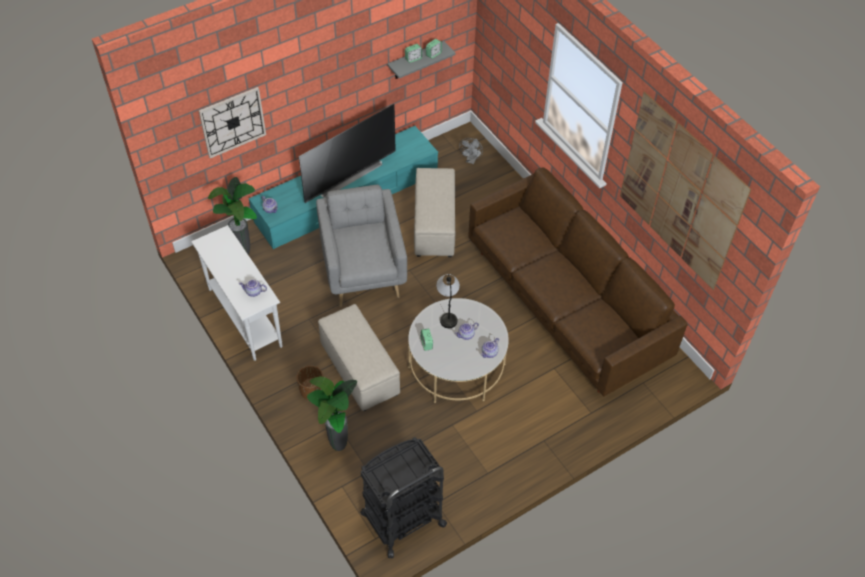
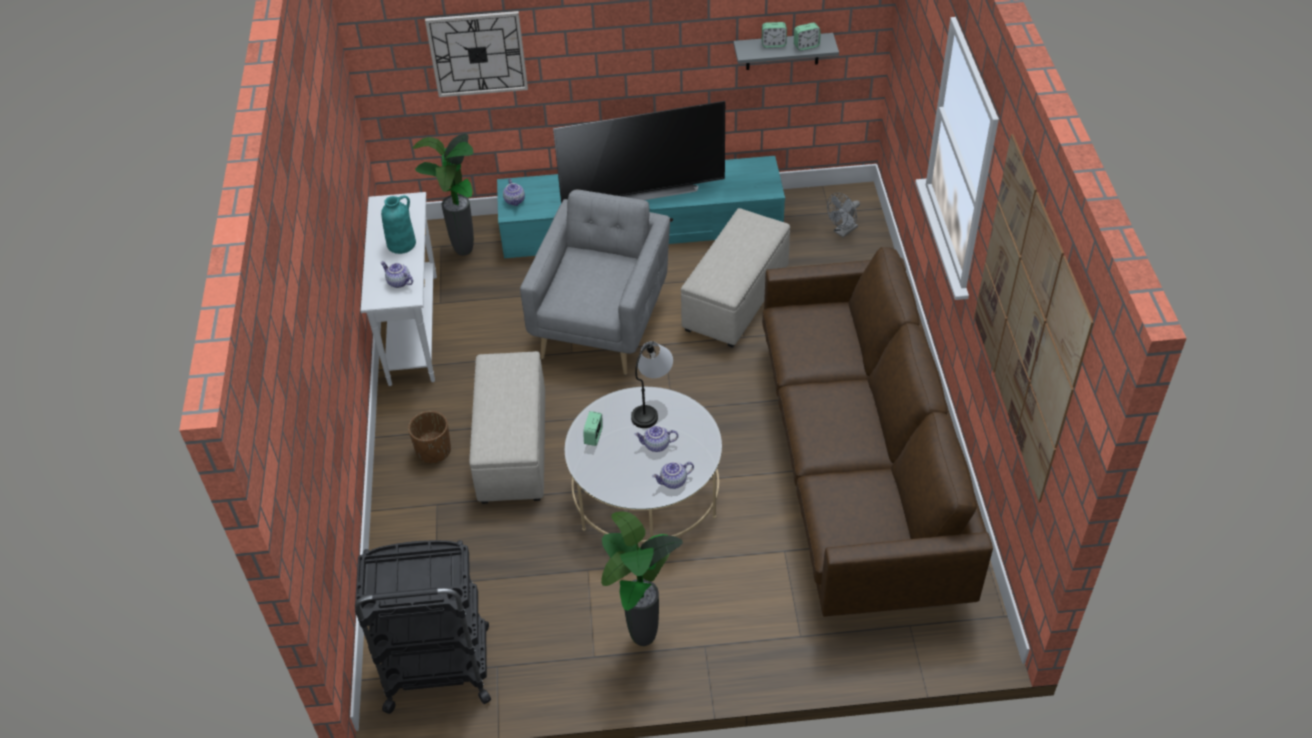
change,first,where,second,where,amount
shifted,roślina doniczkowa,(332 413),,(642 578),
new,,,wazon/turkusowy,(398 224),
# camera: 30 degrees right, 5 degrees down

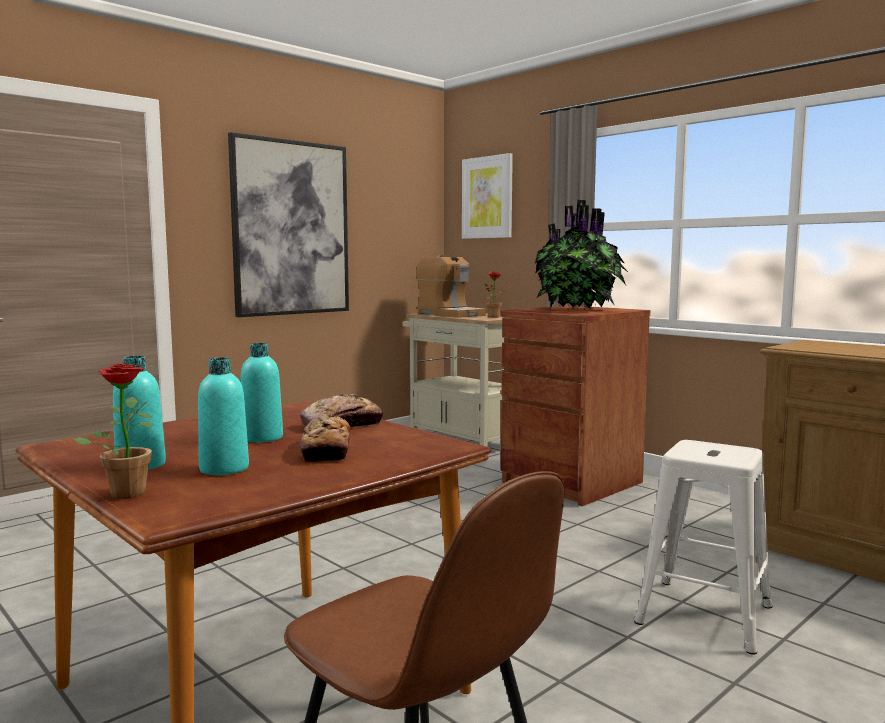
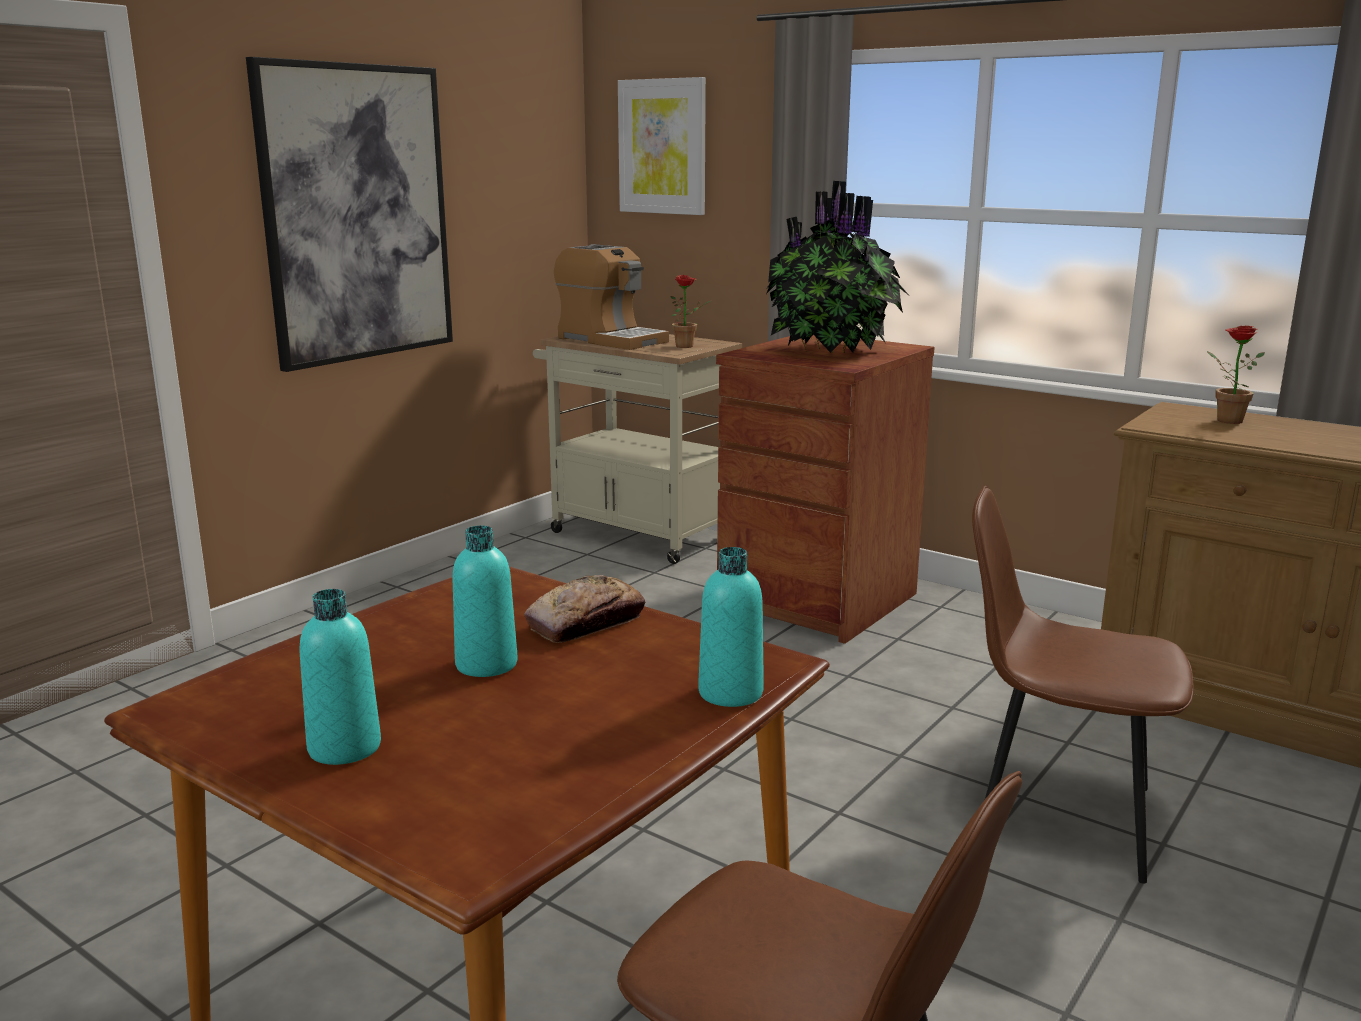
change,first,where,second,where,amount
shifted,roślina doniczkowa,(113 431),,(1236 375),
shifted,butelka/turkusowy,(223 416),,(731 627),
gone,chleb,(325 438),,,
swapped,stołek/biały,(703 547),krzesło/brązowy,(1083 684),
# camera: 10 degrees left, 10 degrees up

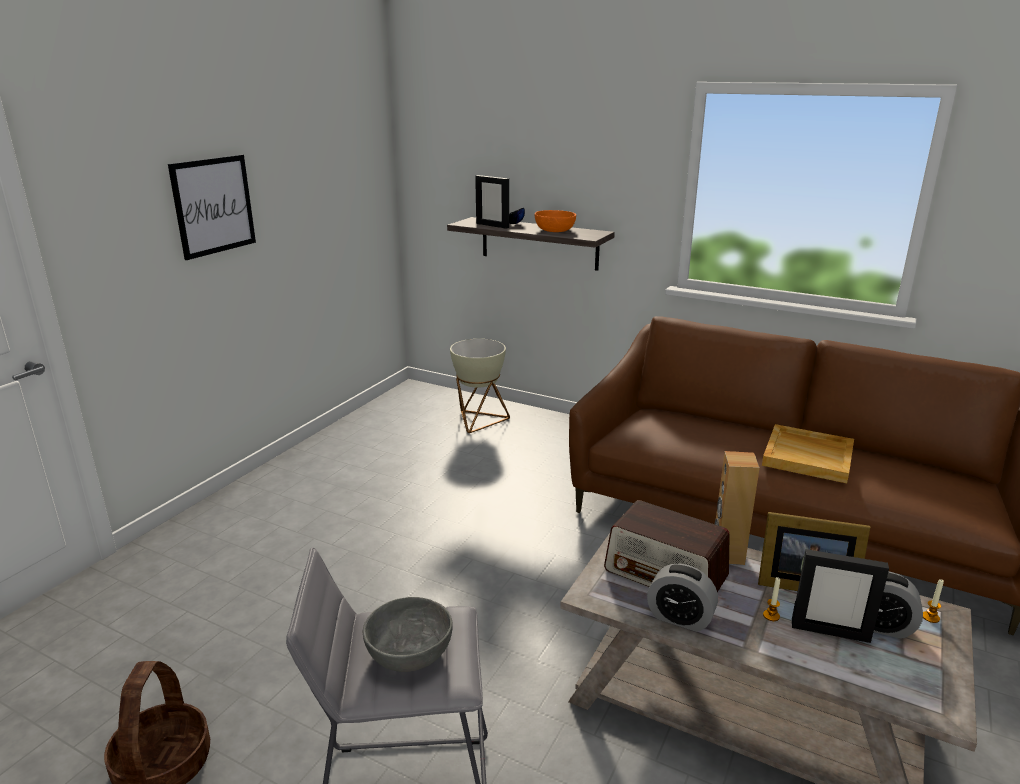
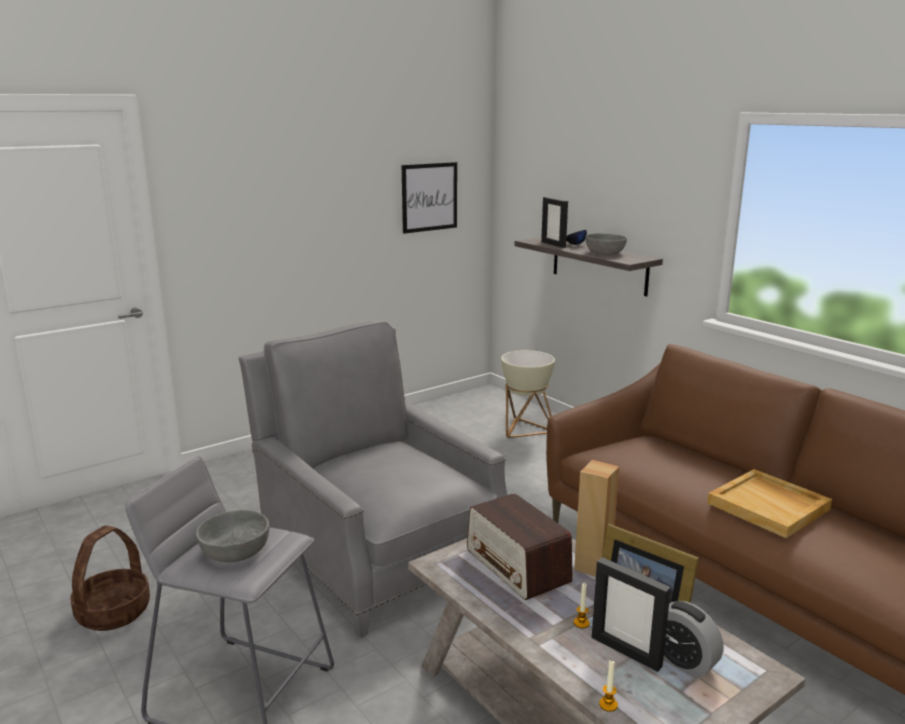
change,first,where,second,where,amount
shifted,obraz,(212 207),,(429 198),
repainted,miska/pomarańczowy,(555 221),miska/szary,(606 244),
gone,budzik,(682 598),,,
shifted,świeca,(933 601),,(608 686),
new,,,fotel/szary,(373 479),
# camera: 25 degrees right, 5 degrees down

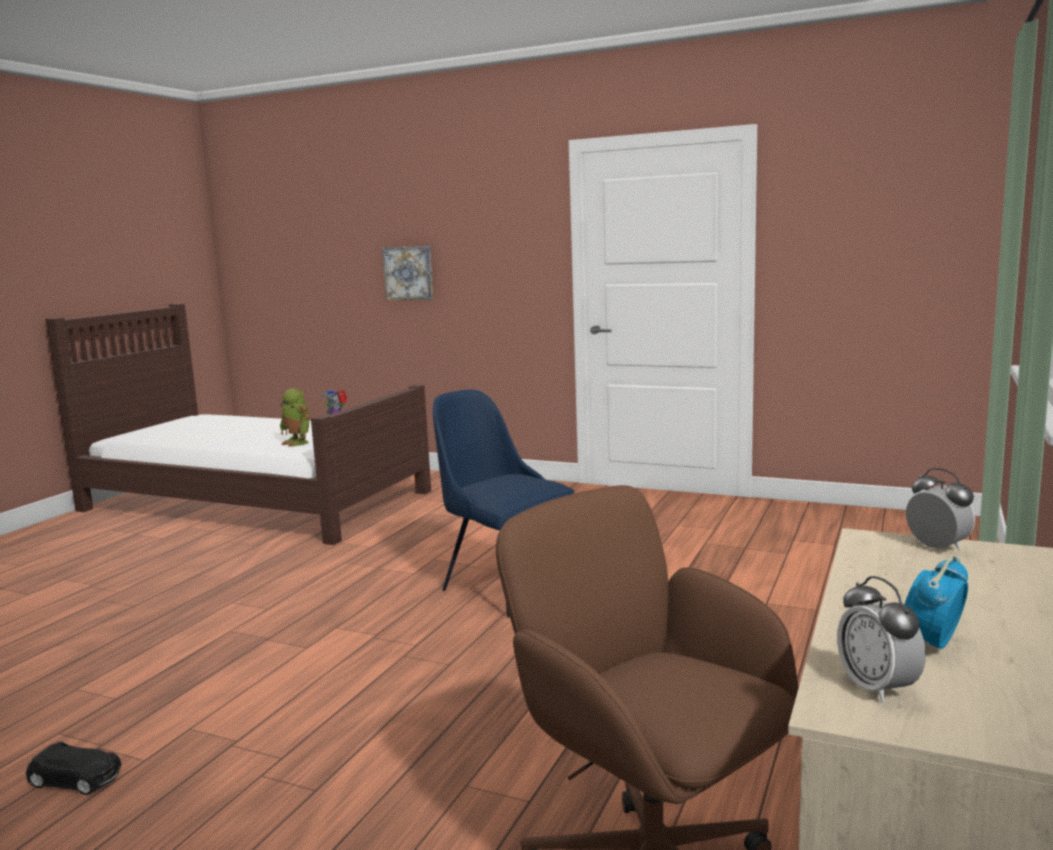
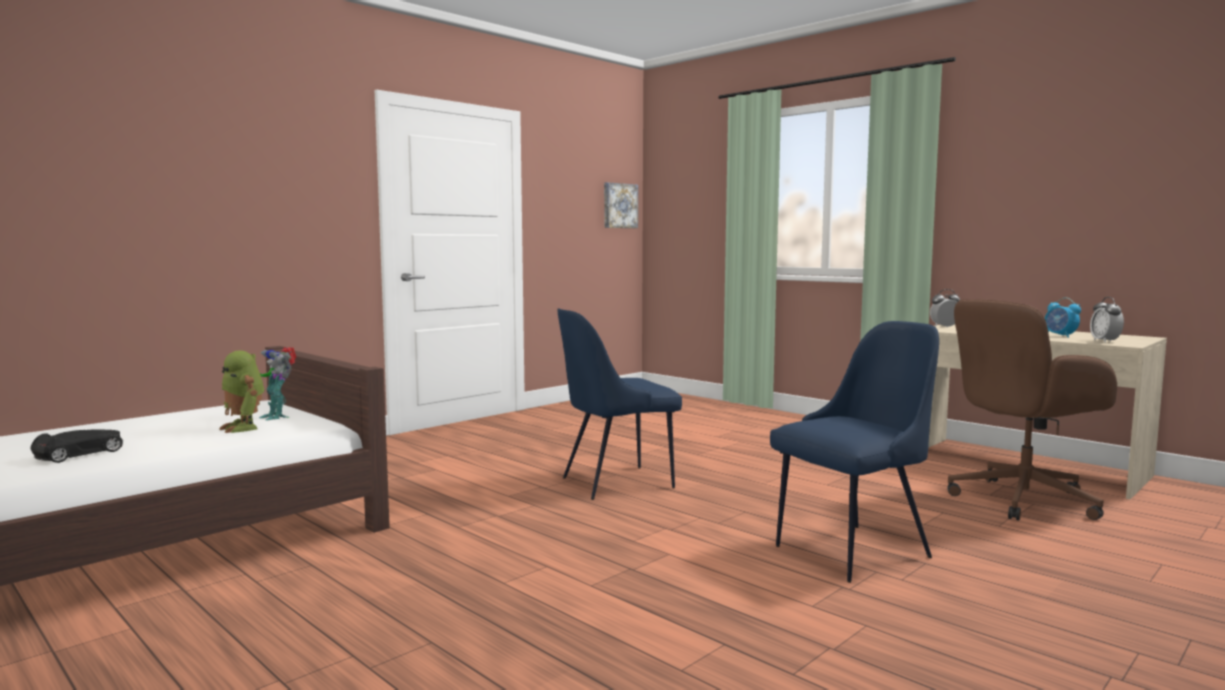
change,first,where,second,where,amount
shifted,samochodzik/czarny,(73 768),,(76 446),
rotated,robot zabawkowy,(295 418),,(241 391),75 degrees clockwise
shifted,obraz,(407 273),,(621 205),
rotated,budzik,(881 639),,(1107 320),90 degrees clockwise
new,,,krzesło/niebieski,(854 452),
# camera: 70 degrees left, 5 degrees down

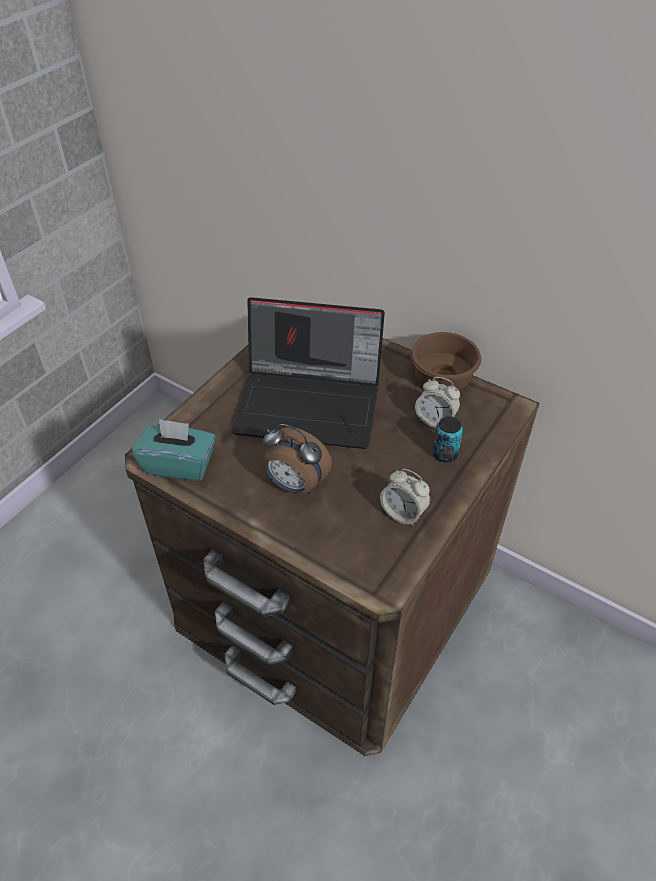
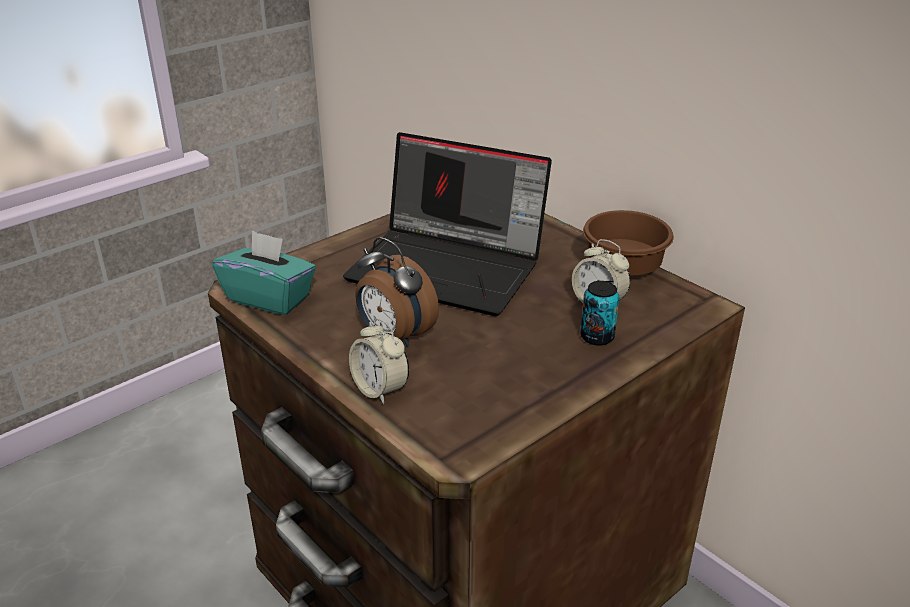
change,first,where,second,where,amount
shifted,budzik,(405 497),,(379 361),
# camera: 15 degrees right, 15 degrees down

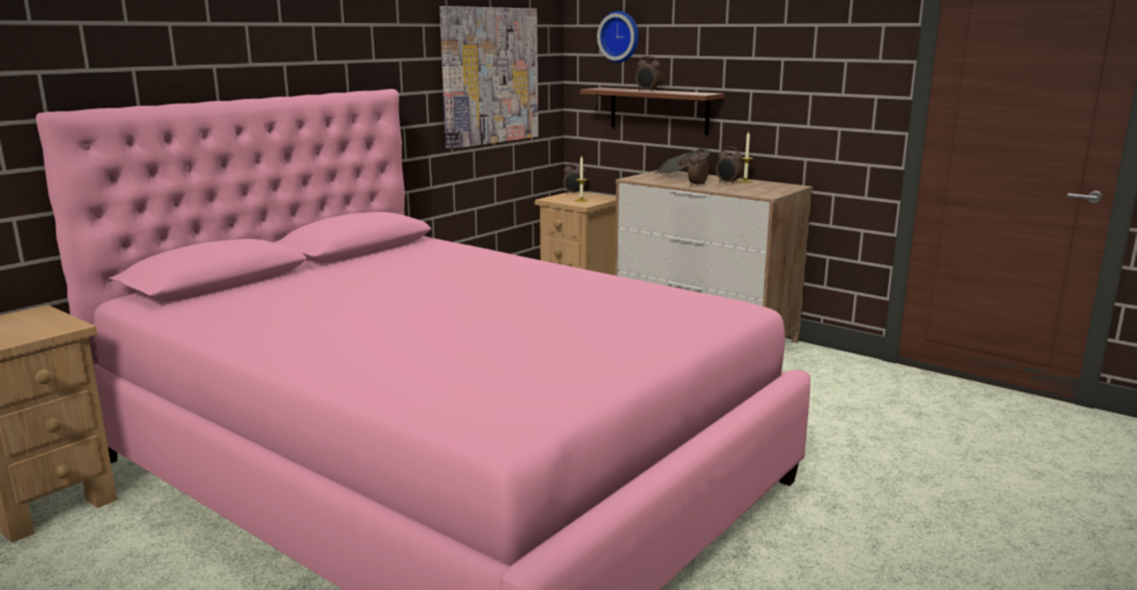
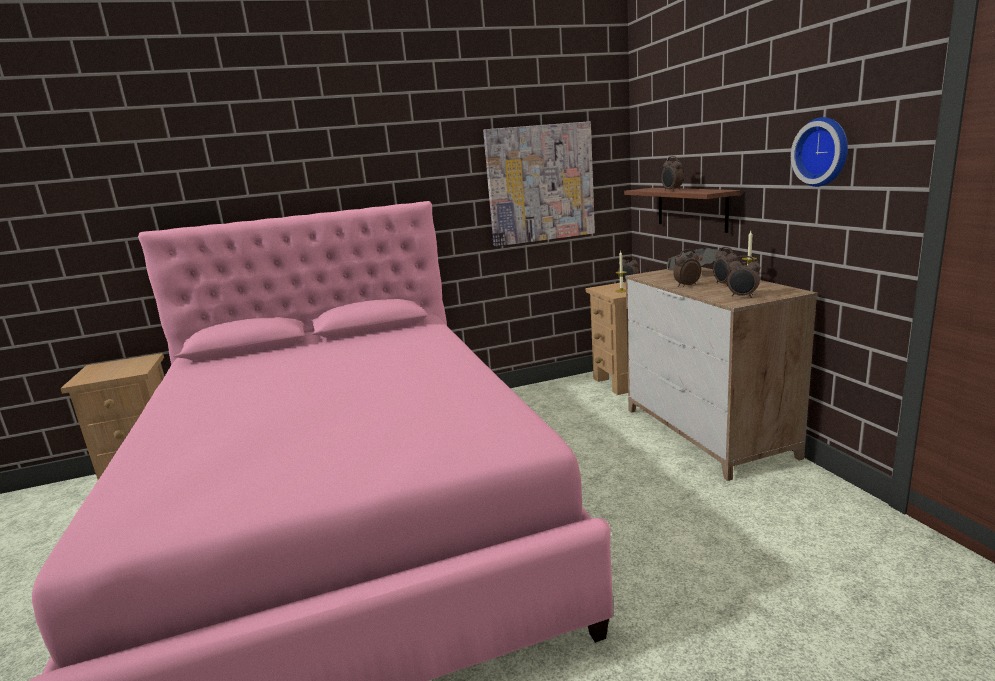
change,first,where,second,where,amount
shifted,zegar ścienny,(618 37),,(819 152),
new,,,budzik,(744 277),
# camera: 35 degrees right, 0 degrees up

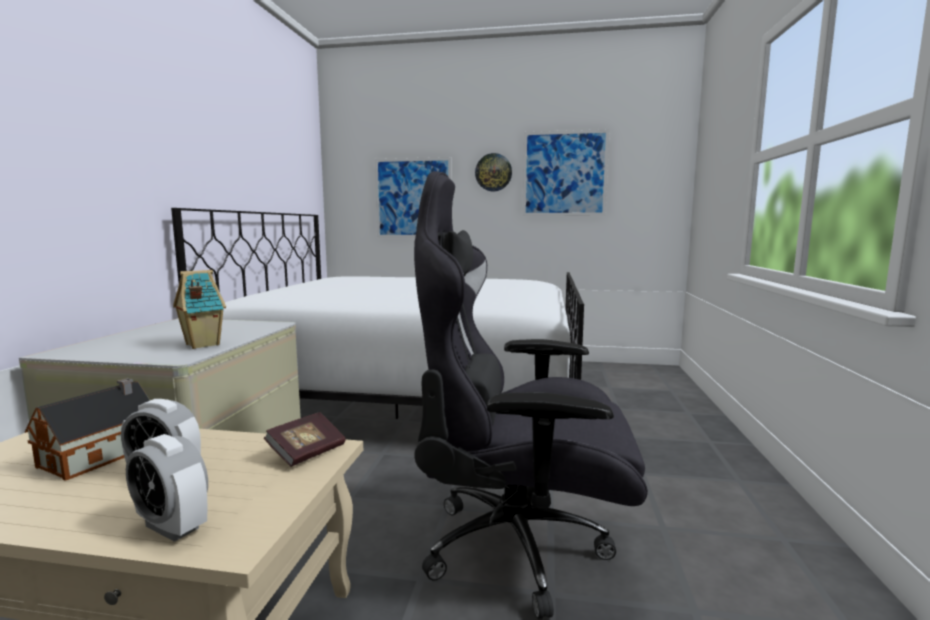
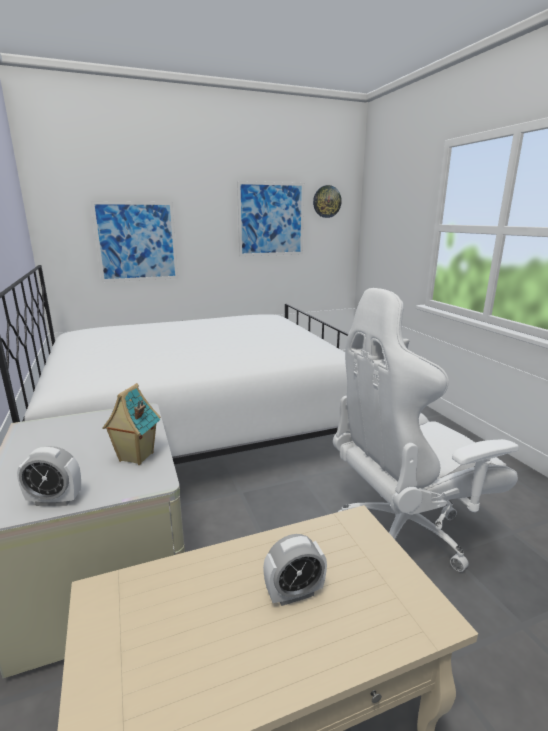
change,first,where,second,where,amount
gone,domek,(87 429),,,
shifted,budzik,(167 488),,(49 476),
gone,książka,(305 439),,,
repainted,krzesło biurowe/czarny,(531 395),krzesło biurowe/biały,(426 430),
shifted,zegar ścienny,(493 172),,(327 201),
# camera: 30 degrees left, 10 degrees up

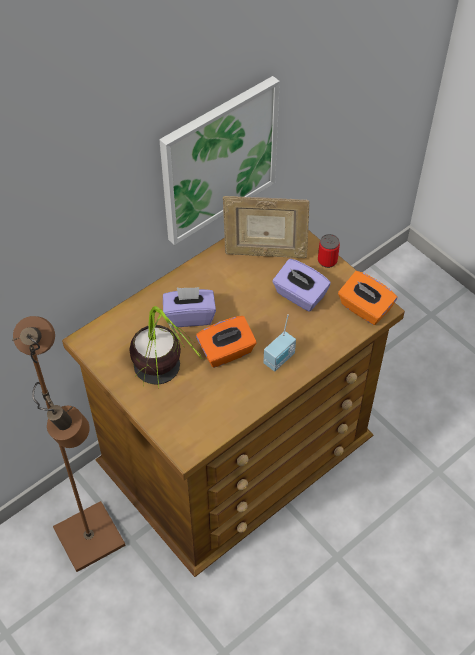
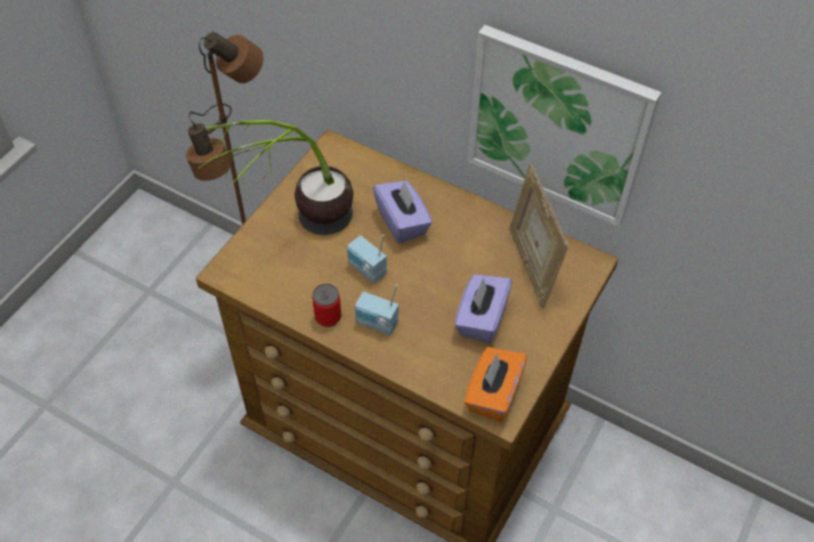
change,first,where,second,where,amount
swapped,pudełko chusteczek/pomarańczowy,(226 342),radio,(367 259),
shifted,puszka,(329 251),,(326 305),
# camera: 70 degrees right, 0 degrees up

